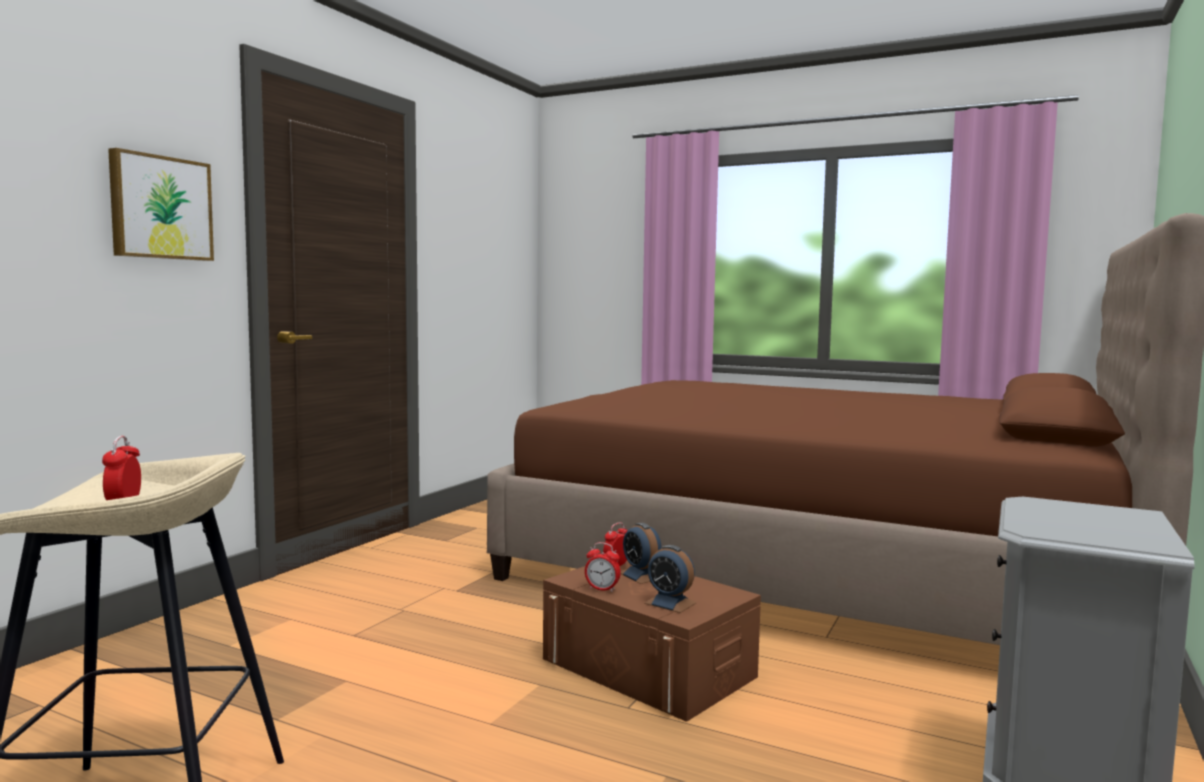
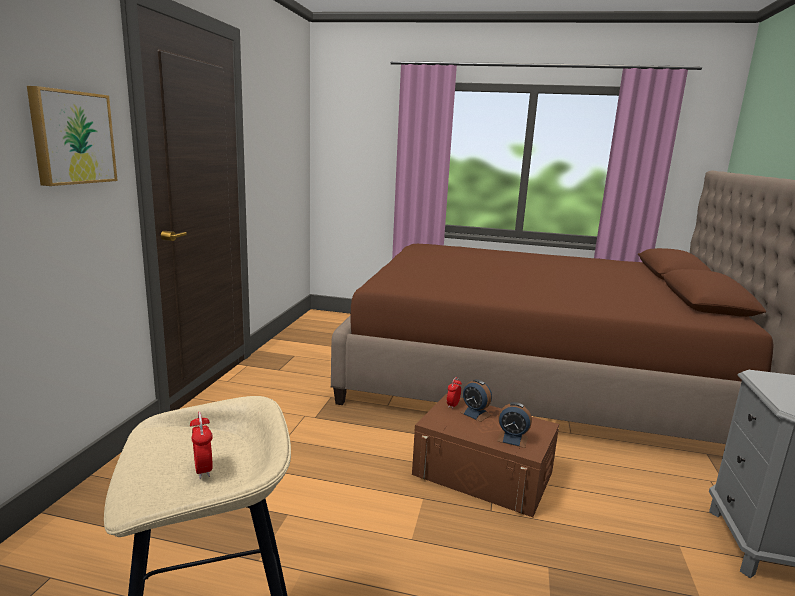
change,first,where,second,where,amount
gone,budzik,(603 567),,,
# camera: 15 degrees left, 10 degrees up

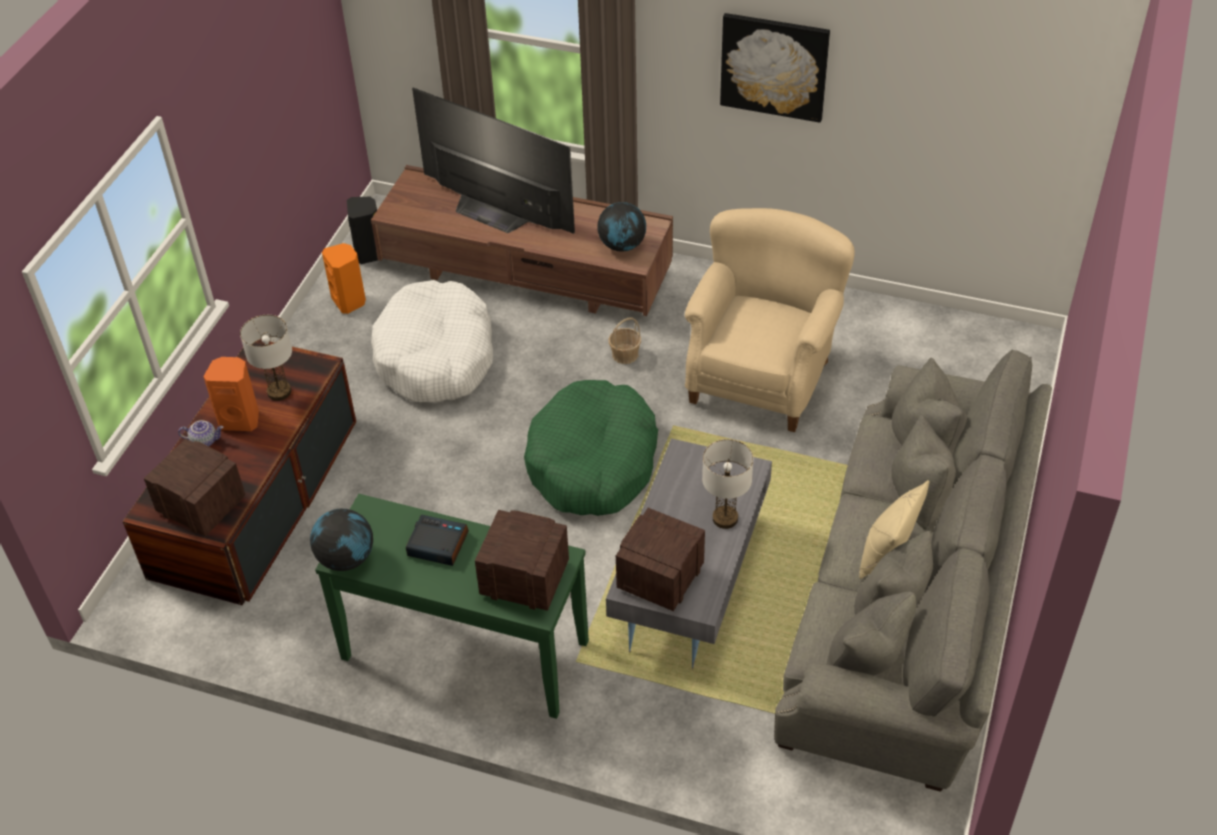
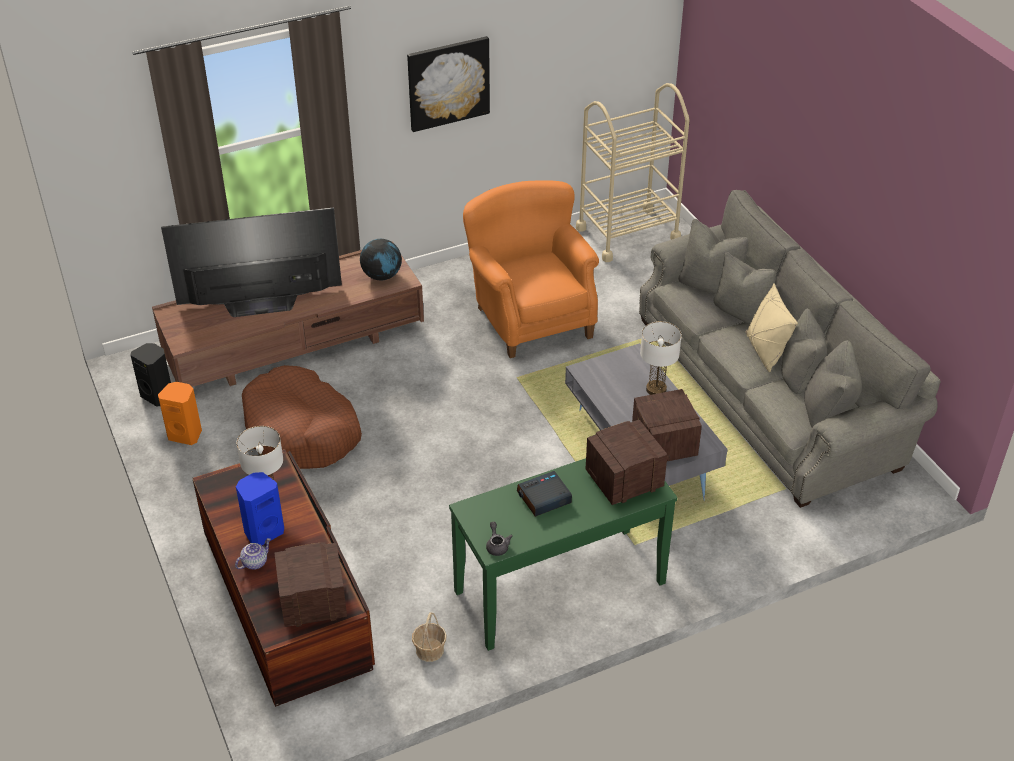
change,first,where,second,where,amount
repainted,głośnik/pomarańczowy,(231 394),głośnik/niebieski,(260 508),
swapped,globus,(341 540),imbryk/szary,(499 539),
repainted,legowisko/biały,(432 341),legowisko/brązowy,(302 417),
gone,legowisko/zielony,(591 448),,,
shifted,koszyk,(624 340),,(429 637),
repainted,fotel/beżowy,(770 320),fotel/pomarańczowy,(531 269),
new,,,wózek/beżowy,(633 172),
# camera: 45 degrees left, 5 degrees down

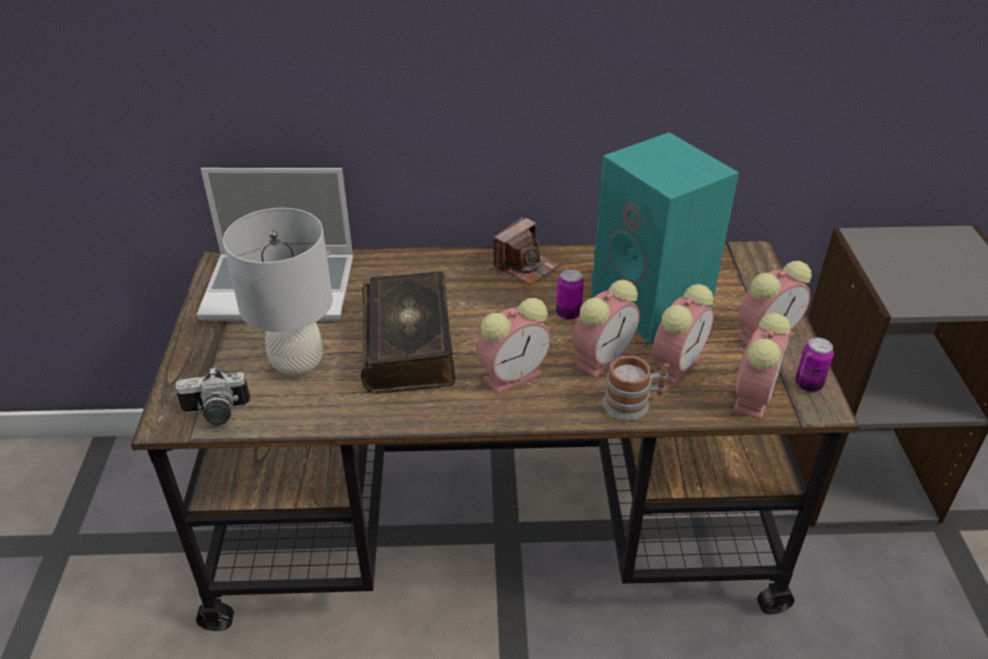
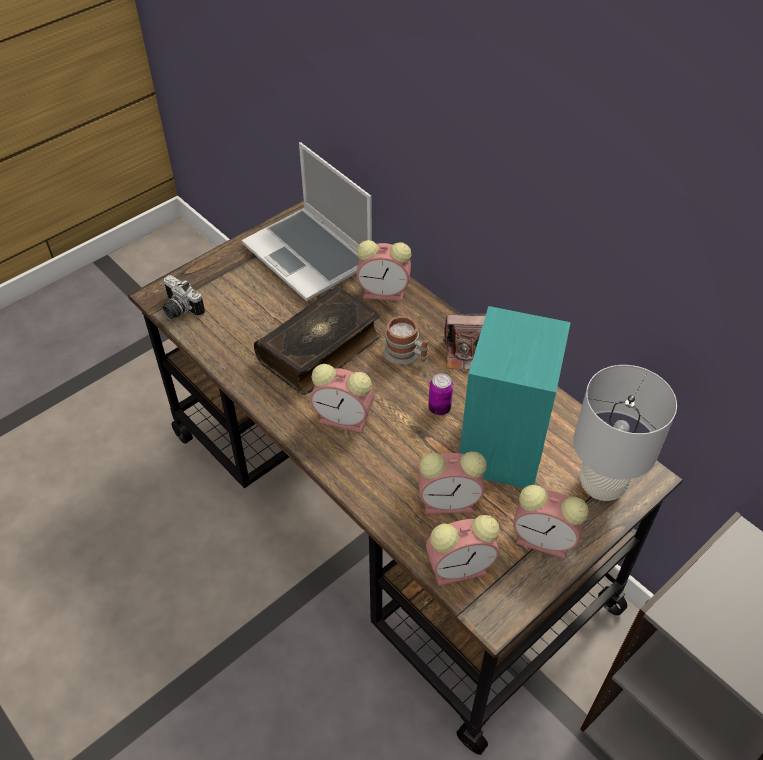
change,first,where,second,where,amount
shifted,lampa stołowa/szary,(278 292),,(625 433),
shifted,budzik,(606 329),,(383 270),
shifted,kubek,(636 388),,(406 340),
gone,puszka,(814 365),,,
# camera: 50 degrees right, 10 degrees up

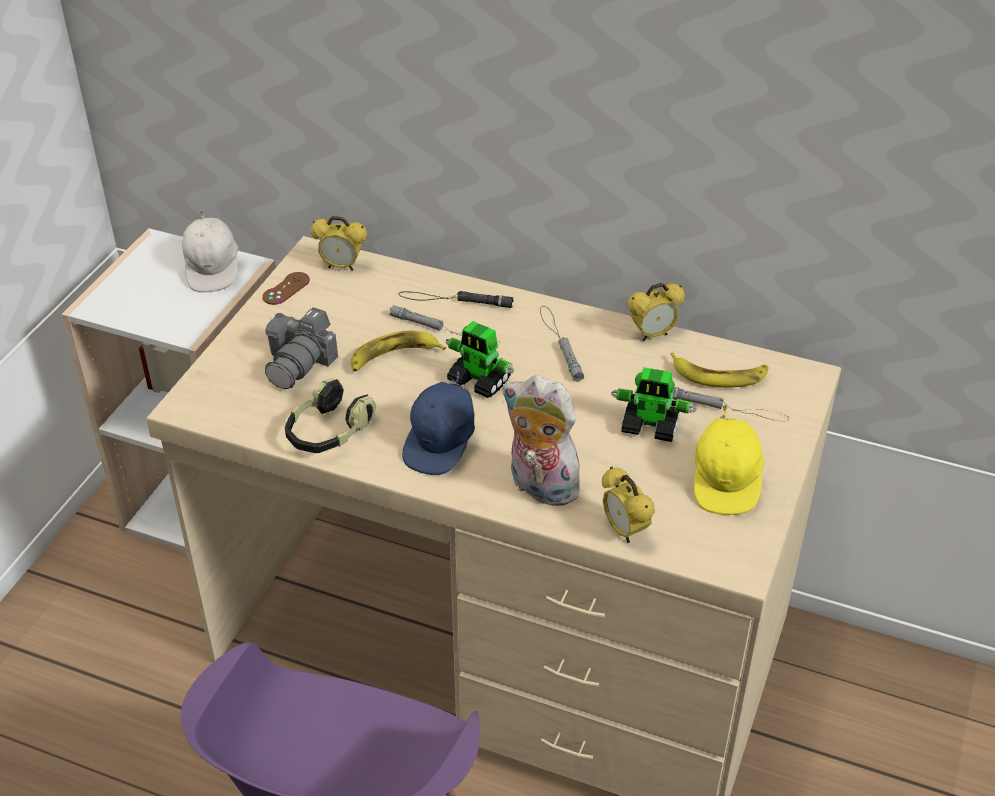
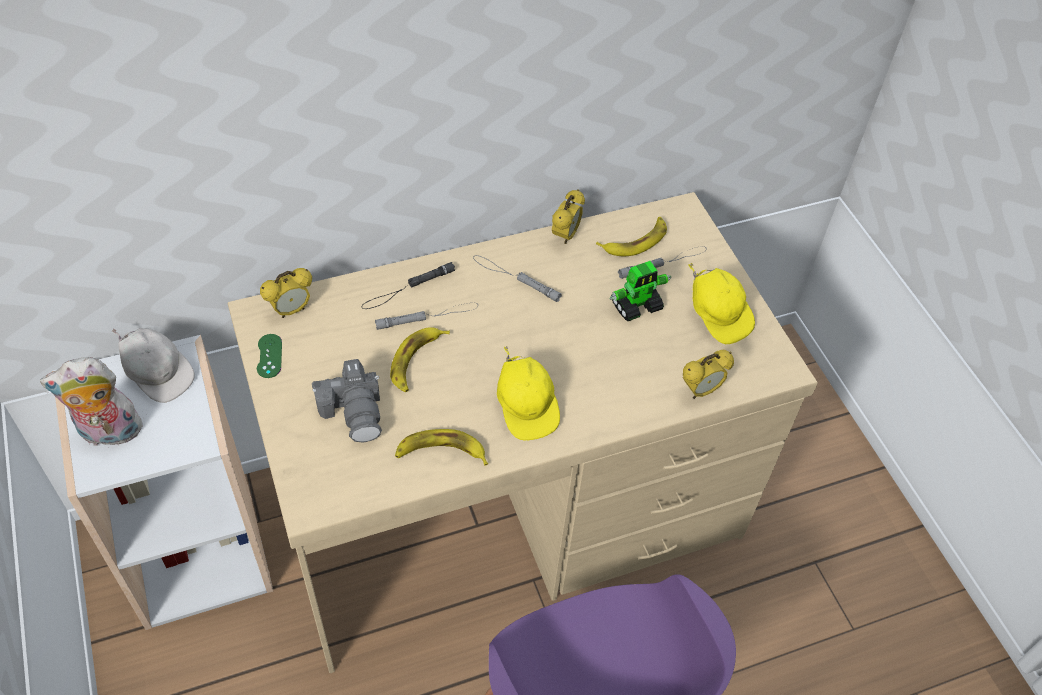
change,first,where,second,where,amount
repainted,pad do gier/brązowy,(286 288),pad do gier/zielony,(269 356),
swapped,słuchawki,(330 415),banan,(441 447),
repainted,czapka z daszkiem/niebieski,(438 422),czapka z daszkiem/żółty,(528 393),
gone,robot zabawkowy,(480 359),,,
shifted,pluszak,(542 440),,(91 401),
rotated,budzik,(628 505),,(708 374),45 degrees counterclockwise
# camera: 45 degrees left, 10 degrees up

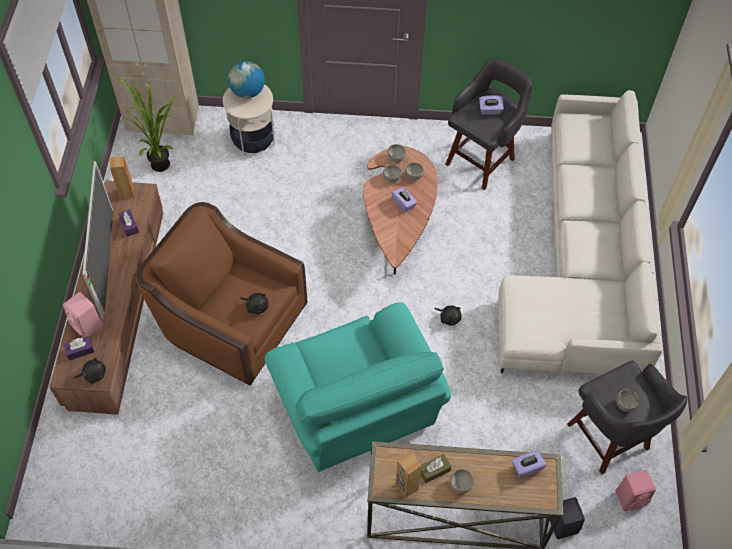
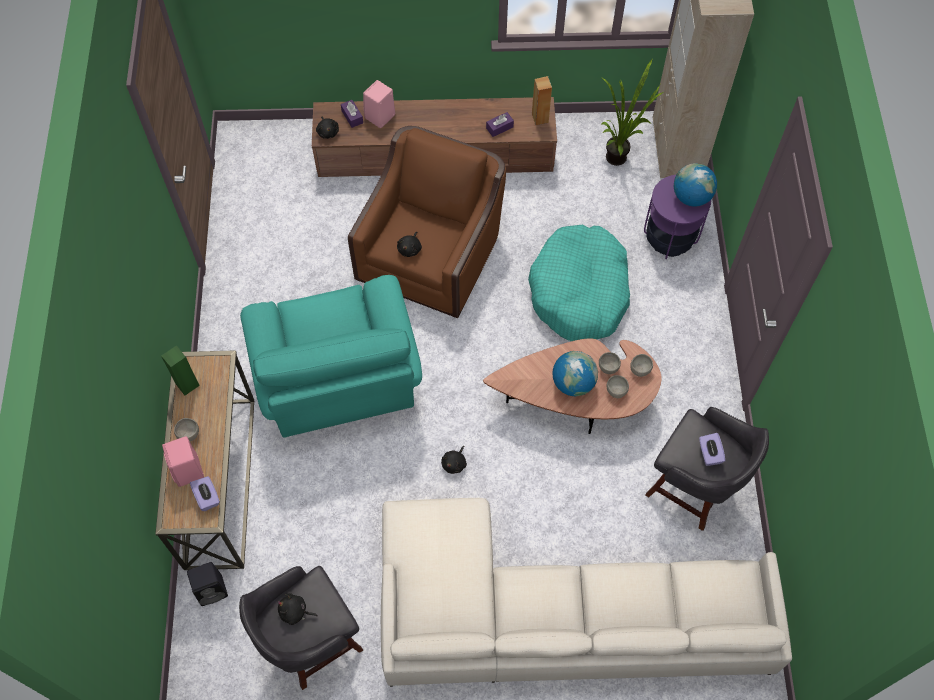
change,first,where,second,where,amount
gone,telewizor,(97 239),,,
repainted,stolik/beżowy,(249 119),stolik/fioletowy,(677 217),
rotated,fotel/turkusowy,(358 387),,(331 356),75 degrees counterclockwise
swapped,pudełko chusteczek/fioletowy,(404 200),globus,(575 373),
repainted,głośnik/brązowy,(408 474),głośnik/zielony,(180 370),
gone,pudełko chusteczek/brązowy,(436 468),,,
shifted,głośnik/różowy,(635 490),,(183 461),
swapped,miska/szary,(627 400),pluszak/czarny,(297 609),
new,,,legowisko/turkusowy,(579 283),
# camera: 85 degrees right, 5 degrees up

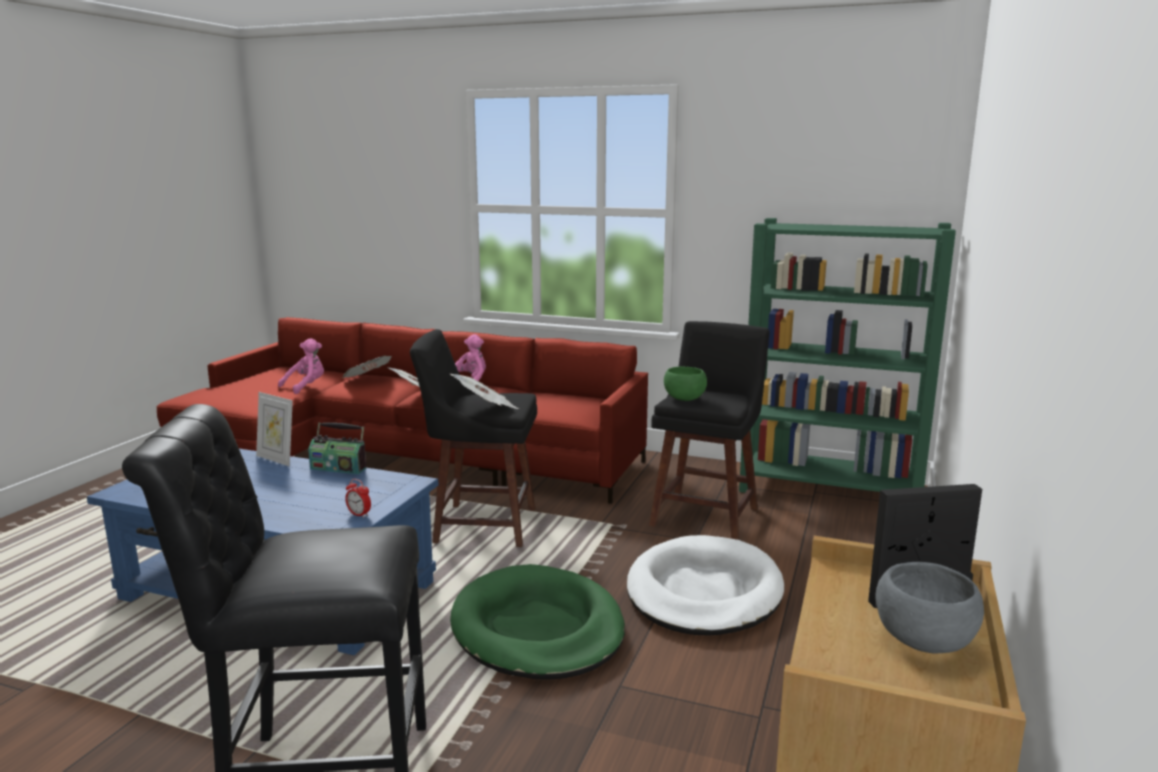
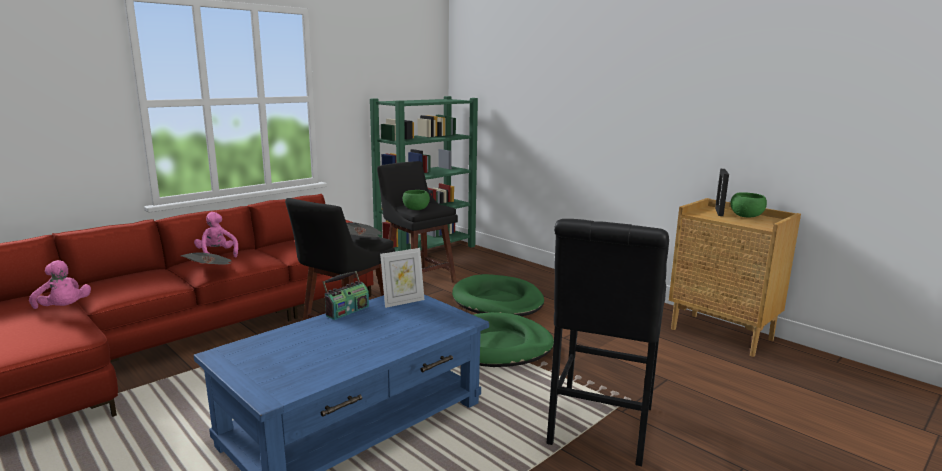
change,first,where,second,where,amount
shifted,ramka na zdjęcie,(274 429),,(402 278),
rotated,pluszak/różowy,(301 366),,(60 284),150 degrees clockwise
gone,gazeta,(367 367),,,
gone,budzik,(358 498),,,
repainted,legowisko/biały,(705 585),legowisko/zielony,(498 295),
repainted,miska/szary,(929 608),miska/zielony,(748 204),
# camera: 65 degrees left, 0 degrees up

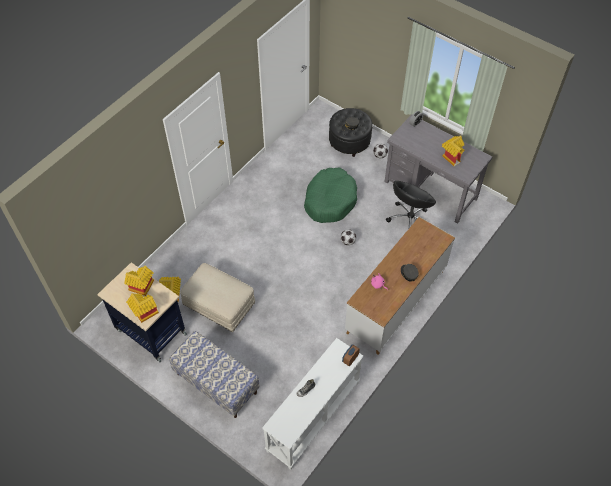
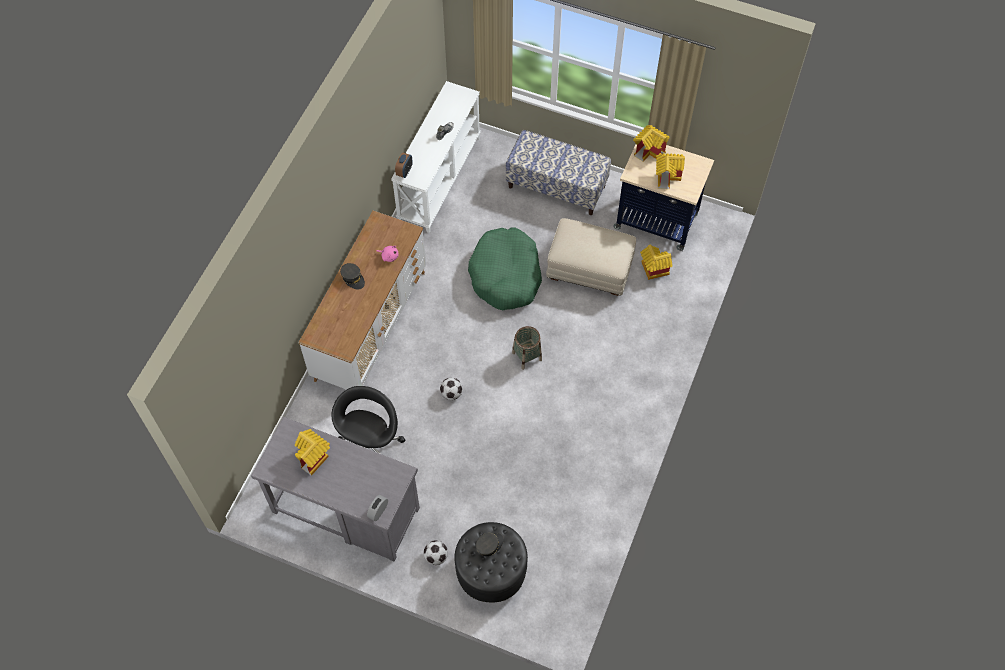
change,first,where,second,where,amount
shifted,legowisko/zielony,(330 195),,(505 268),
new,,,koszyk,(527 348),
# camera: 165 degrees right, 5 degrees up

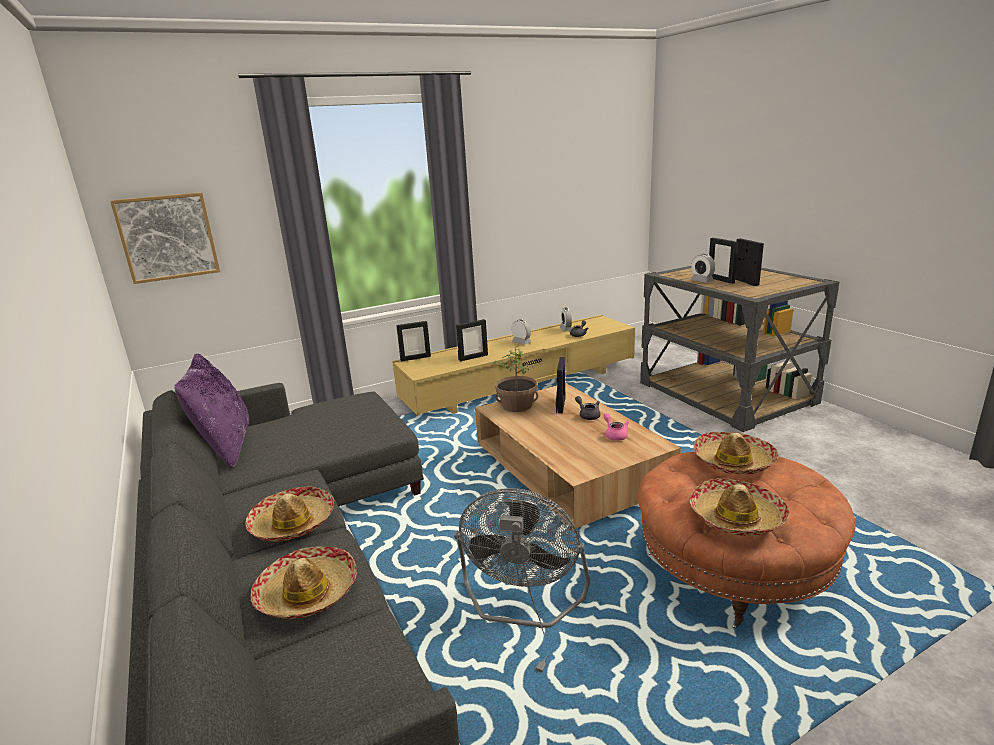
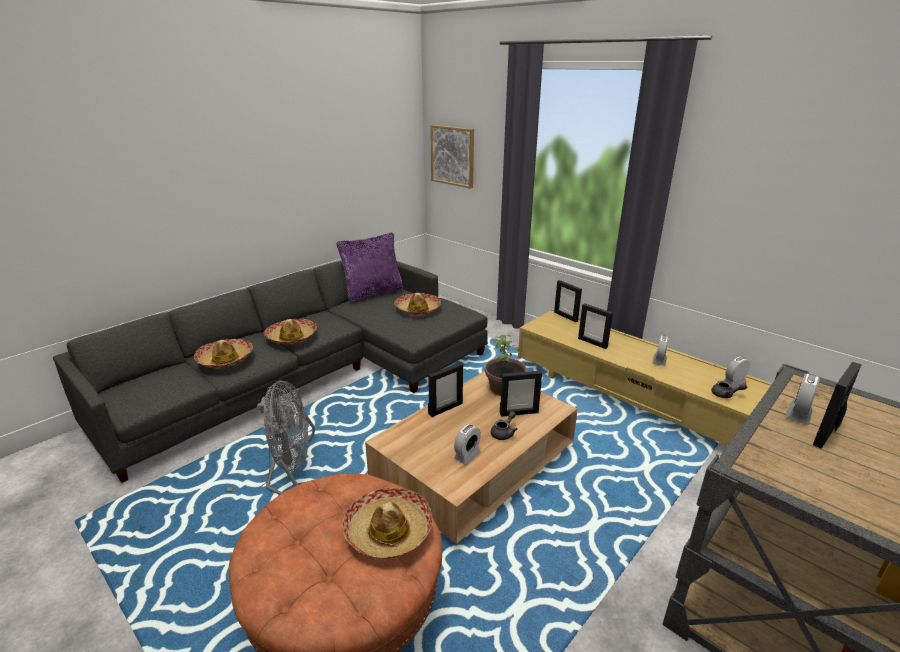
change,first,where,second,where,amount
swapped,imbryk/różowy,(616 427),budzik,(467 444),
shifted,kapelusz,(739 507),,(417 304),
shifted,ramka na zdjęcie,(749 262),,(445 390),
# camera: 70 degrees right, 5 degrees up

